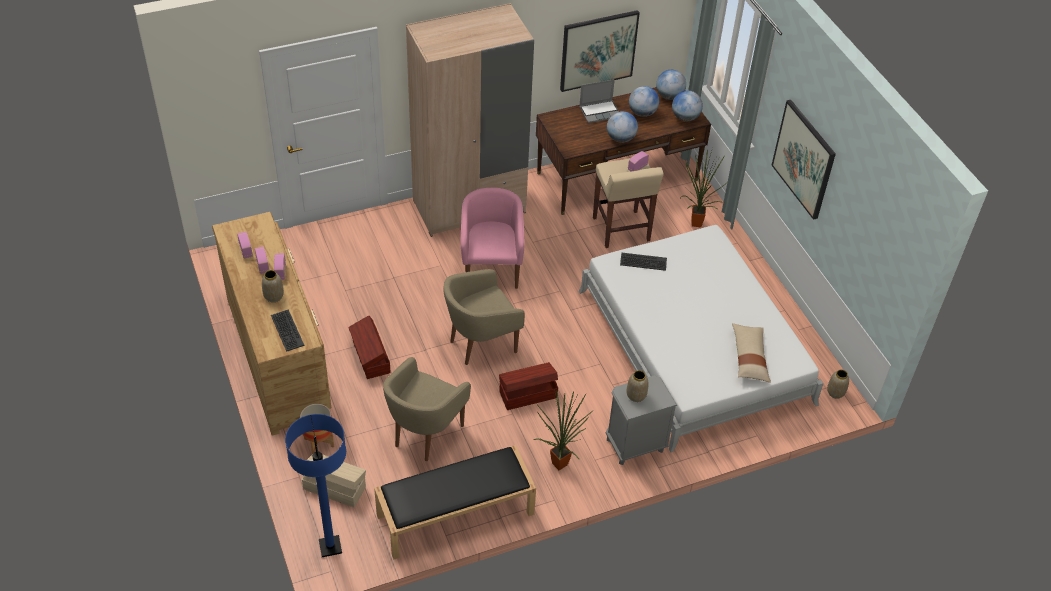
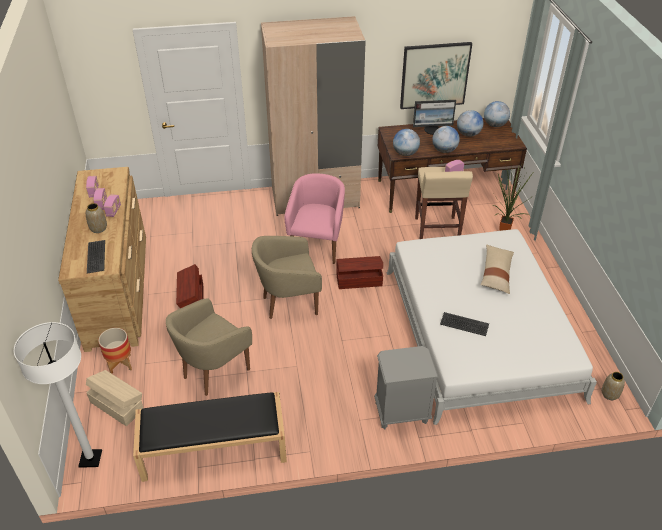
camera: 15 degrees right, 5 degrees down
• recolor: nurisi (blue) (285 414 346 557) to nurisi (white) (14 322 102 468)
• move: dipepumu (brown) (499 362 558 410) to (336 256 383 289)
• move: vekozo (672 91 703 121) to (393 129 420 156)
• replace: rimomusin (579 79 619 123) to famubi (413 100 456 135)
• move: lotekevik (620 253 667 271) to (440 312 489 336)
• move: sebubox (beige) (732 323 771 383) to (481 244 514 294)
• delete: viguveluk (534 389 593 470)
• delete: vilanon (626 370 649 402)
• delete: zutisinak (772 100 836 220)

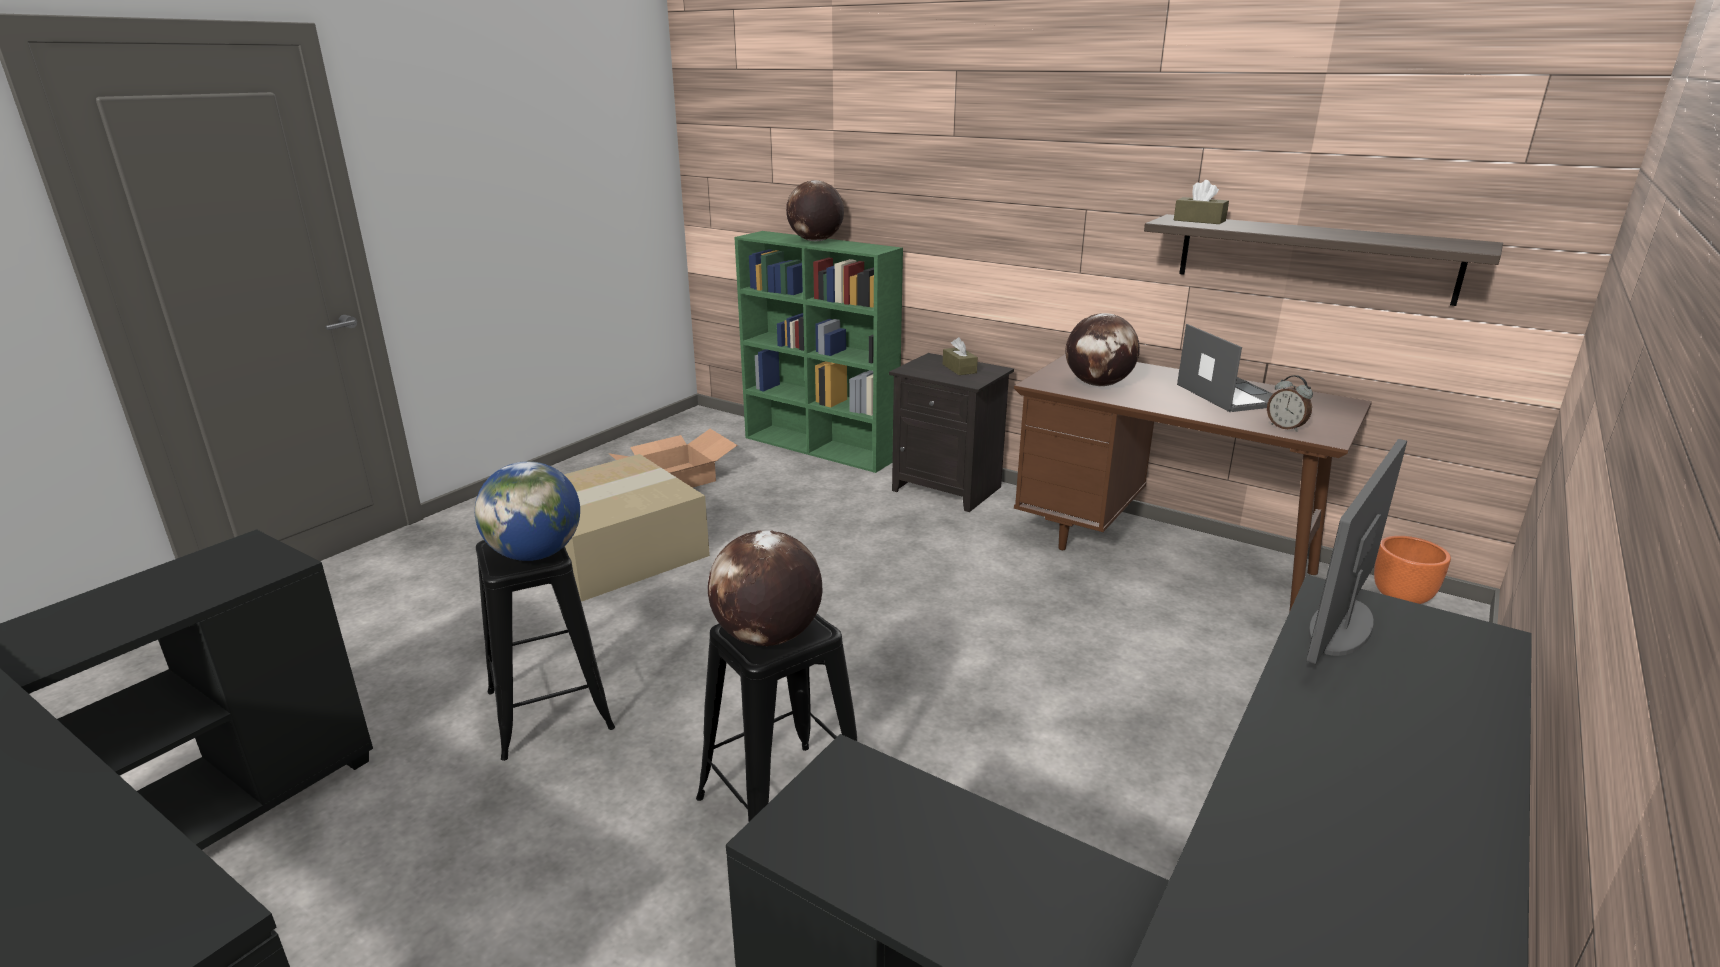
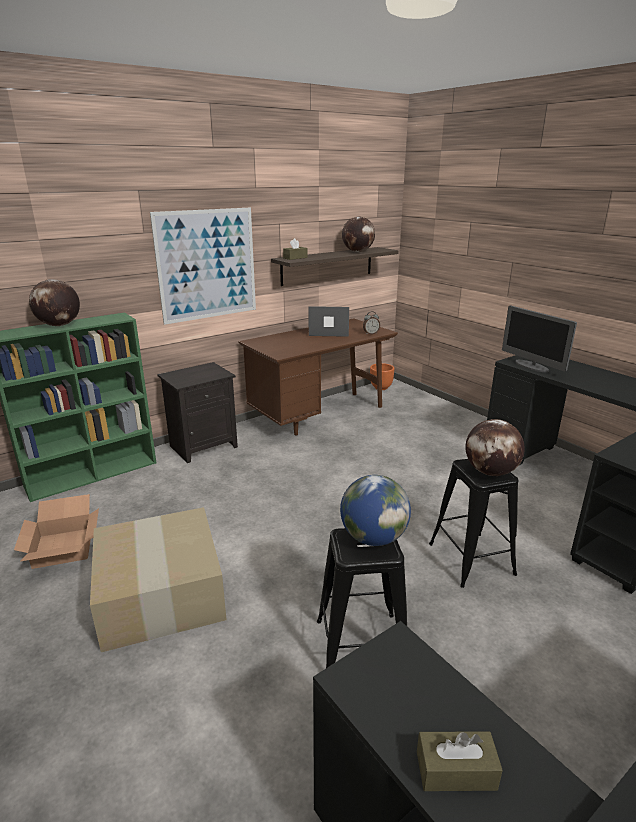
camera: 70 degrees left, 0 degrees up
• insert: zutisinak (150 208 256 325)
• move: vekozo (1065 313 1140 386) to (342 217 375 252)
• move: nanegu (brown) (943 337 978 375) to (417 731 503 791)

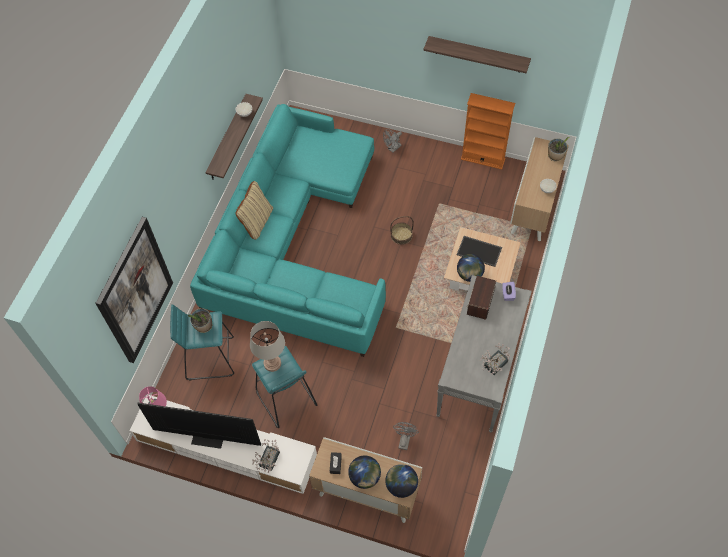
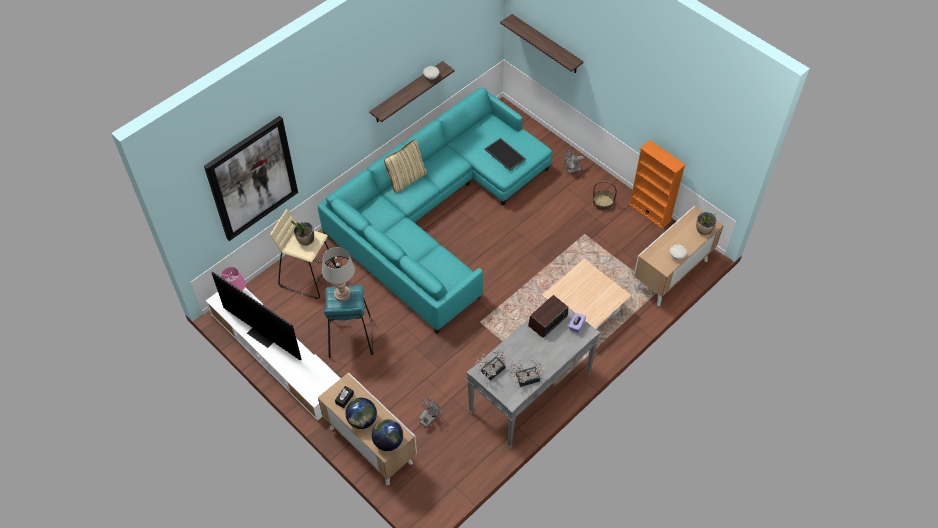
camera: 25 degrees right, 5 degrees down
• recolor: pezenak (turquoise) (170 304 234 381) to pezenak (beige) (270 209 337 299)
• move: viguveluk (252 439 280 473) to (476 349 507 381)
• move: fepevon (457 236 502 267) to (484 138 526 171)
• move: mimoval (424 36 531 73) to (500 14 583 73)
• move: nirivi (390 216 414 245) to (593 181 617 211)
• delete: vekozo (457 254 485 282)

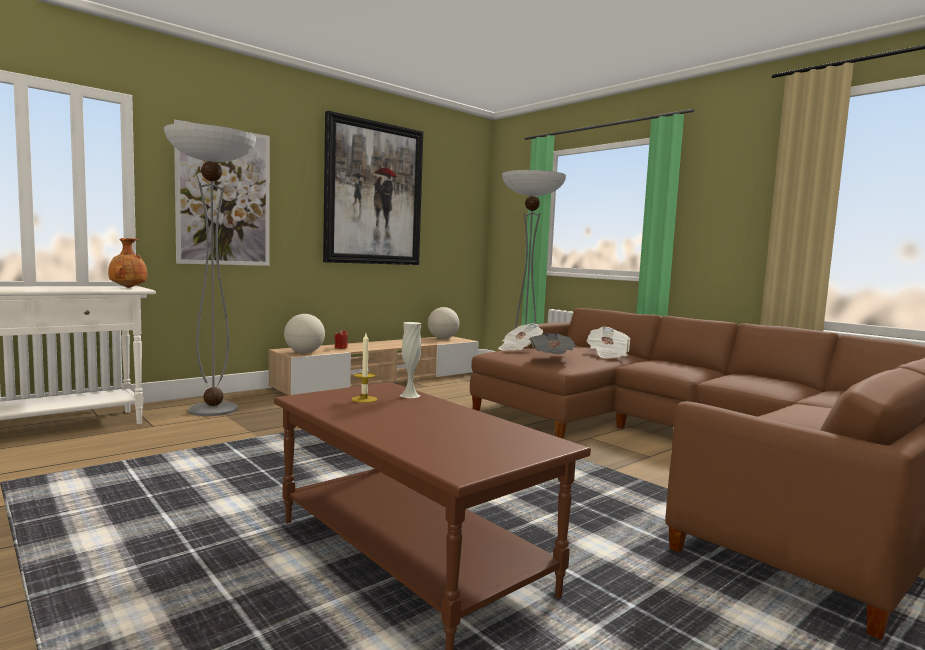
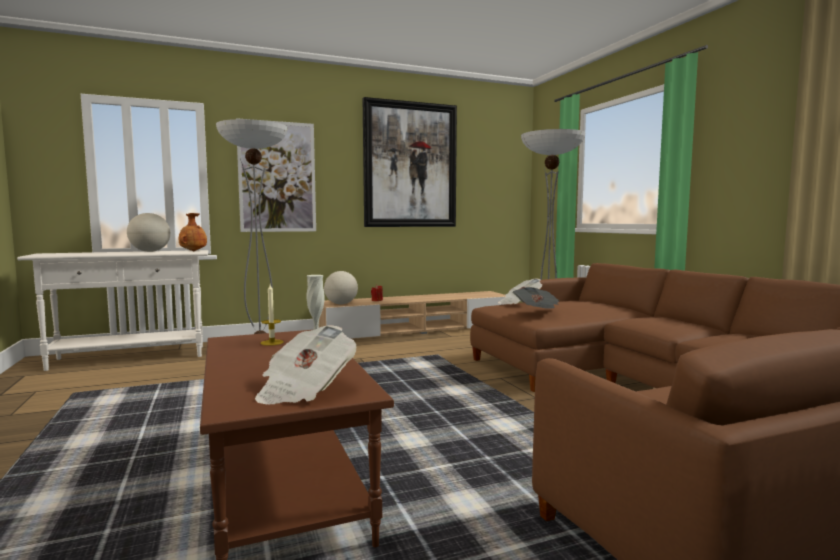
camera: 20 degrees right, 0 degrees up
• move: vekozo (428 307 459 339) to (127 213 171 252)
• move: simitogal (586 327 630 359) to (255 325 356 404)

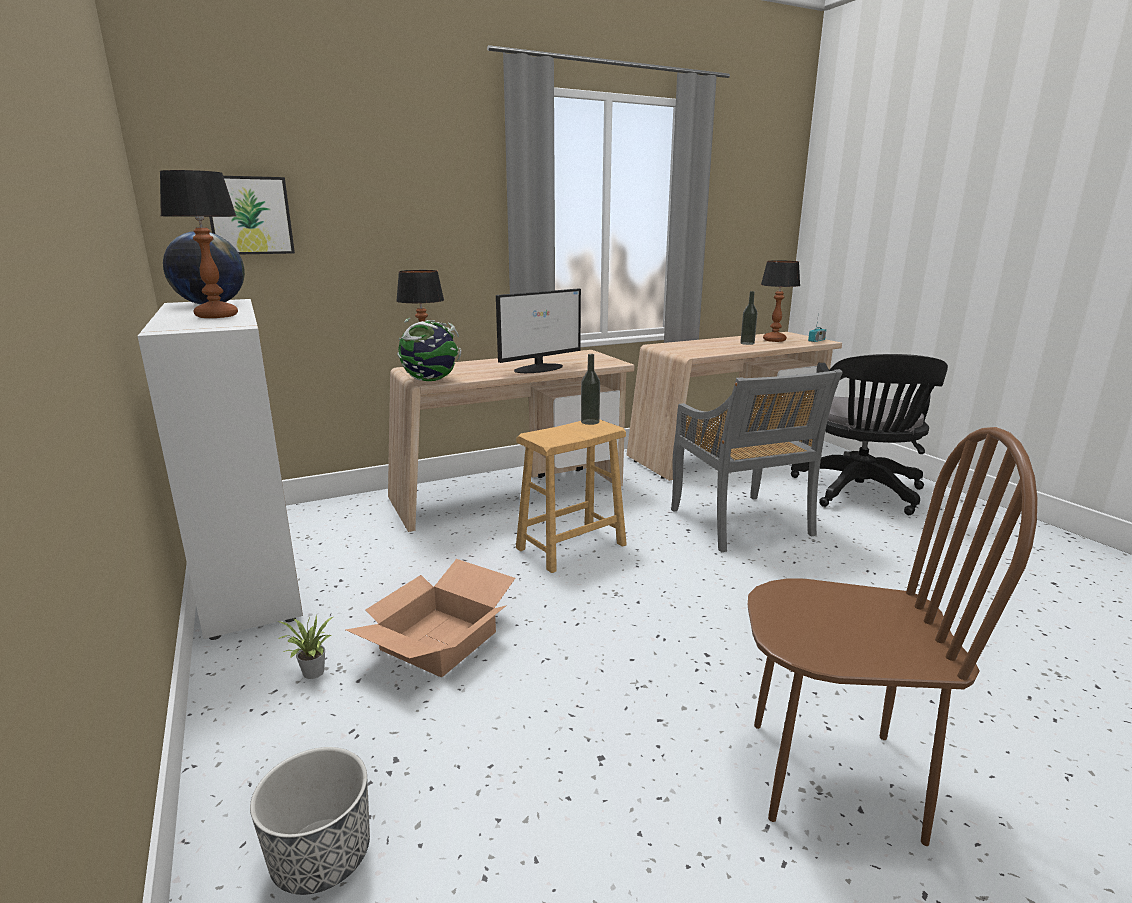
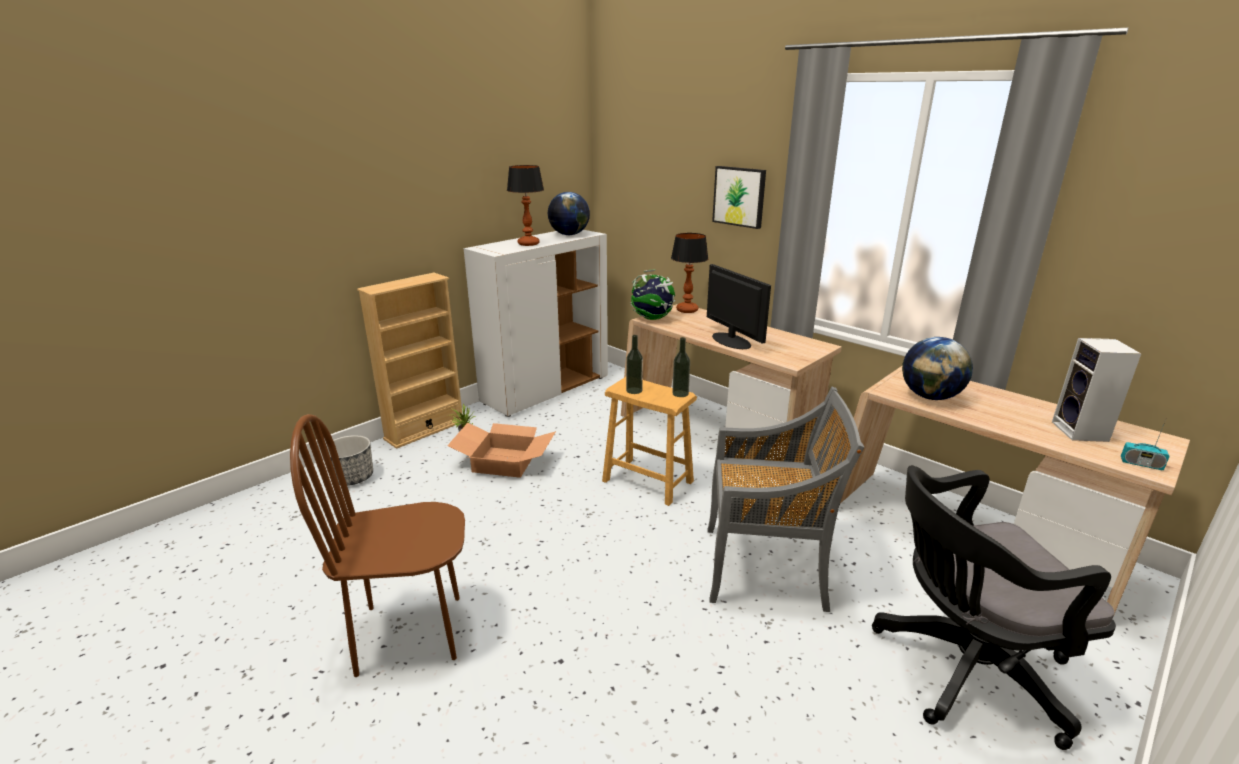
camera: 70 degrees right, 5 degrees up
• rotate: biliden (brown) (748 427 1038 846) = (290 414 465 677) 90 degrees clockwise
• insert: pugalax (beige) (357 273 463 449)
• move: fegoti (740 291 758 345) to (626 335 643 394)
• rotate: famubi (496 289 581 373) = (707 264 771 349) 150 degrees counterclockwise
• rotate: biliden (grey) (671 369 843 552) = (707 386 865 612) 135 degrees counterclockwise
• move: zutisinak (209 176 295 254) to (712 166 766 229)
• insert: vekozo (902 337 973 400)
• replace: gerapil (761 260 800 342) to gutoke (1052 338 1141 442)

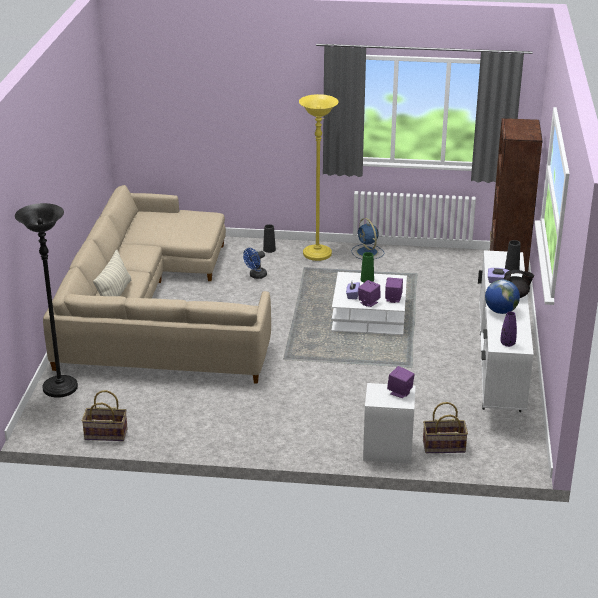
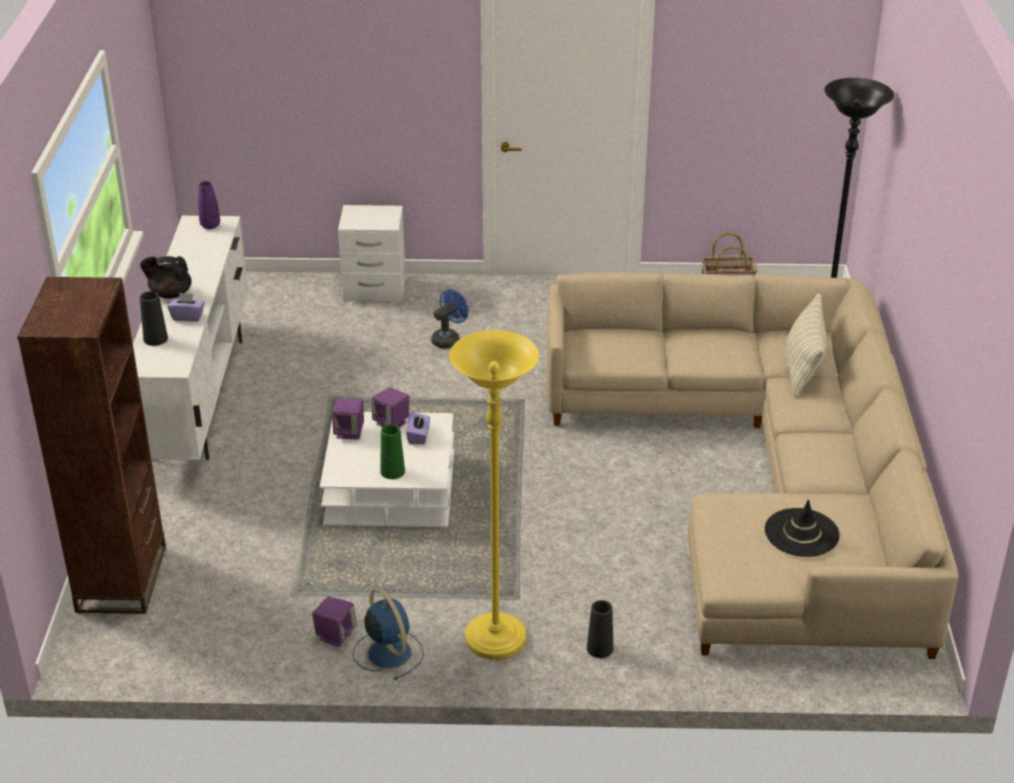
camera: 175 degrees right, 5 degrees up
• move: gutoke (purple) (387 366 415 398) to (312 596 357 647)
• move: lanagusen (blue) (243 248 267 279) to (431 289 469 349)
• insert: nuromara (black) (765 499 840 557)
• delete: nirivi (423 402 468 453)
• delete: vekozo (485 280 520 314)

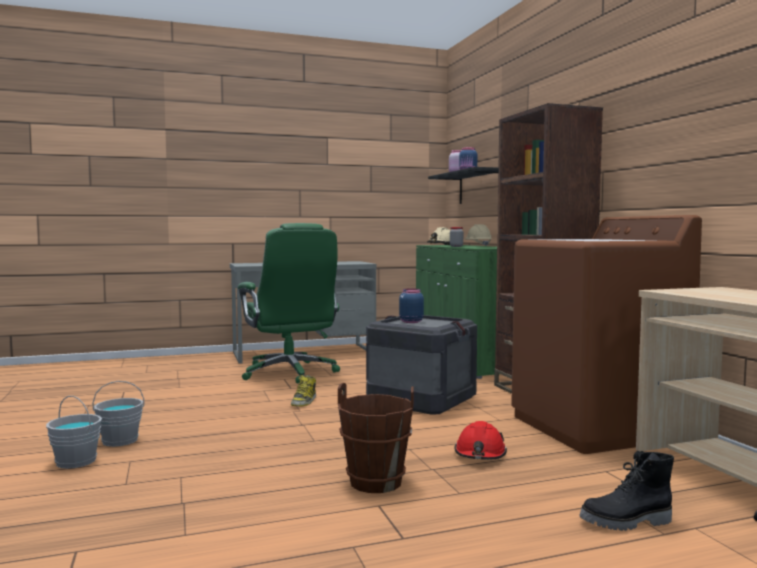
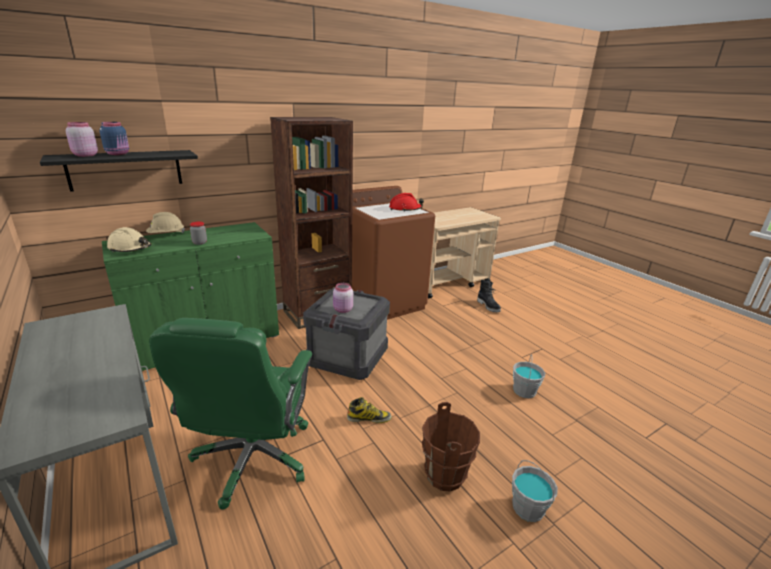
camera: 105 degrees left, 20 degrees up
• rotate: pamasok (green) (238 223 340 383) = (149 318 312 510) 135 degrees clockwise
• recolor: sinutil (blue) (399 288 424 323) to sinutil (pink) (333 283 353 313)
• move: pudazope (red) (454 421 507 460) to (389 193 424 212)
• move: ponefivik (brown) (338 383 414 493) to (422 402 480 492)
• move: ponefivik (grey) (46 396 102 469) to (513 354 545 398)

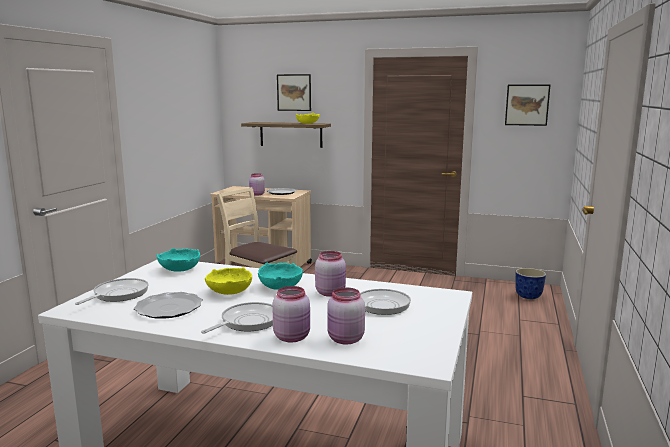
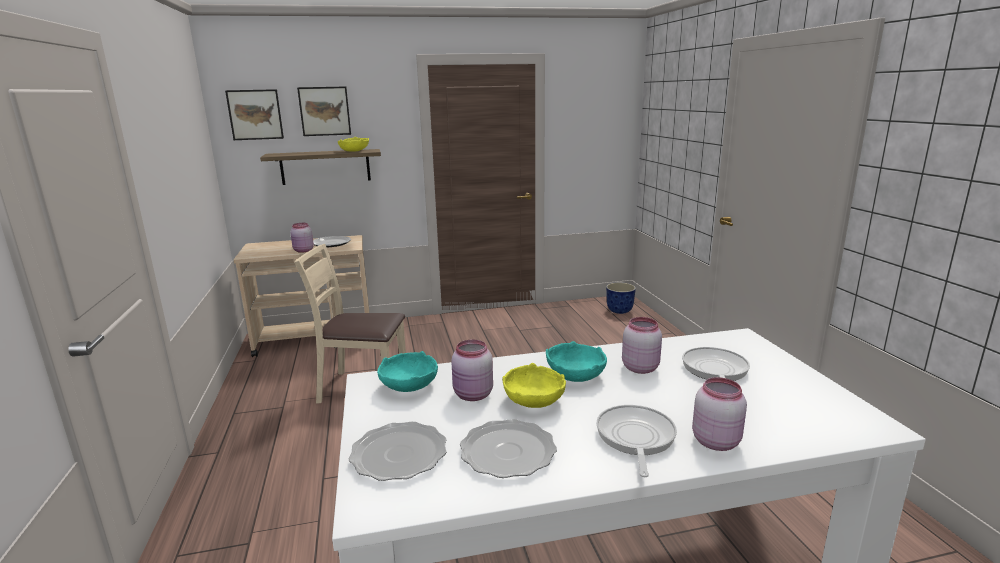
camera: 30 degrees left, 5 degrees up
• move: zutisinak (505 84 551 126) to (225 89 284 140)
• replace: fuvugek (75 278 149 305) to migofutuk (349 422 447 481)
• move: sinutil (pink) (327 287 365 345) to (451 340 493 401)

